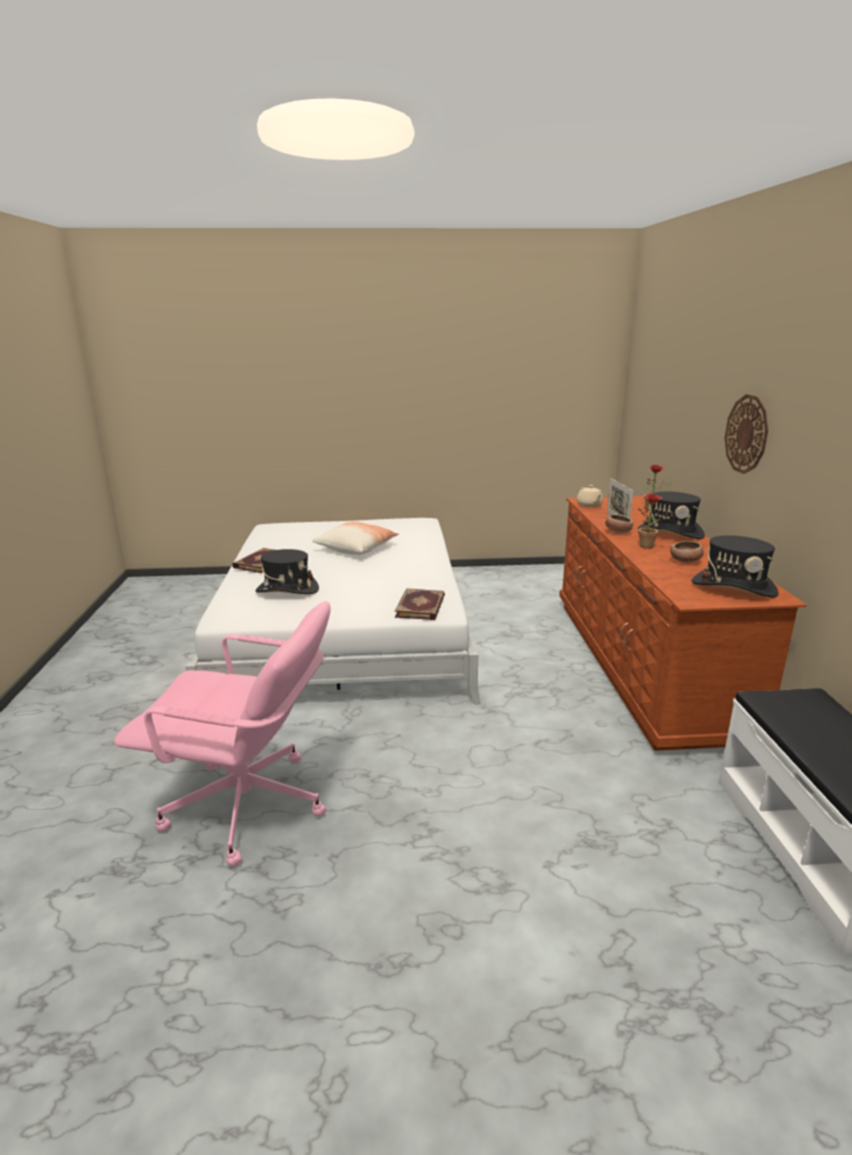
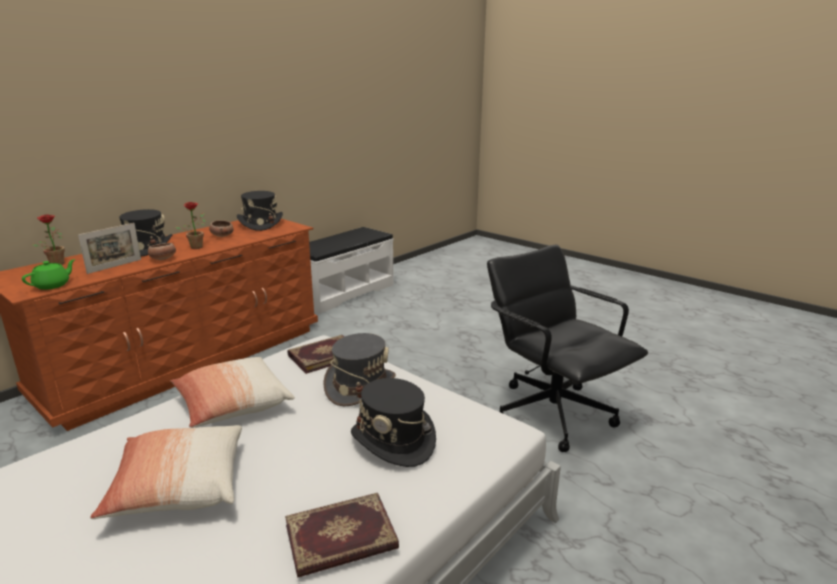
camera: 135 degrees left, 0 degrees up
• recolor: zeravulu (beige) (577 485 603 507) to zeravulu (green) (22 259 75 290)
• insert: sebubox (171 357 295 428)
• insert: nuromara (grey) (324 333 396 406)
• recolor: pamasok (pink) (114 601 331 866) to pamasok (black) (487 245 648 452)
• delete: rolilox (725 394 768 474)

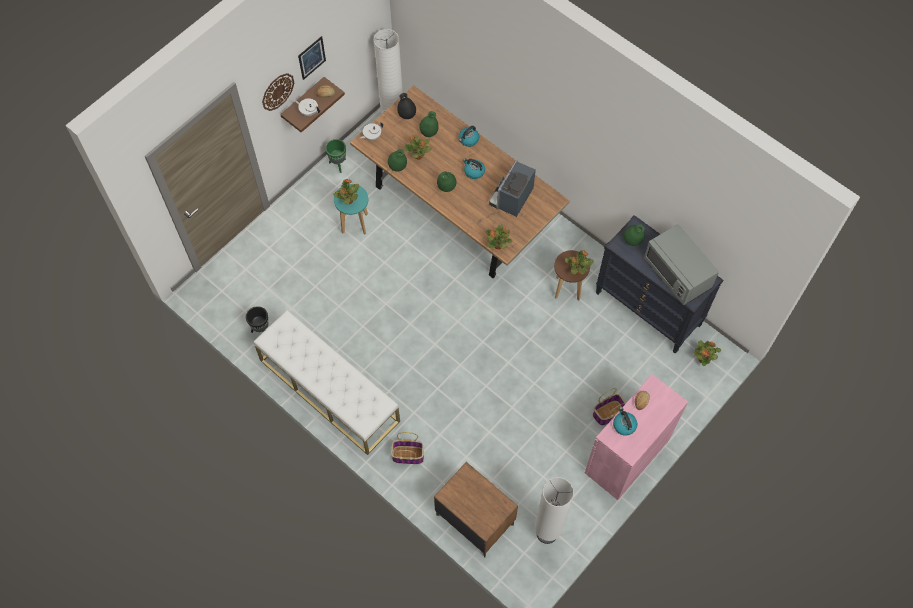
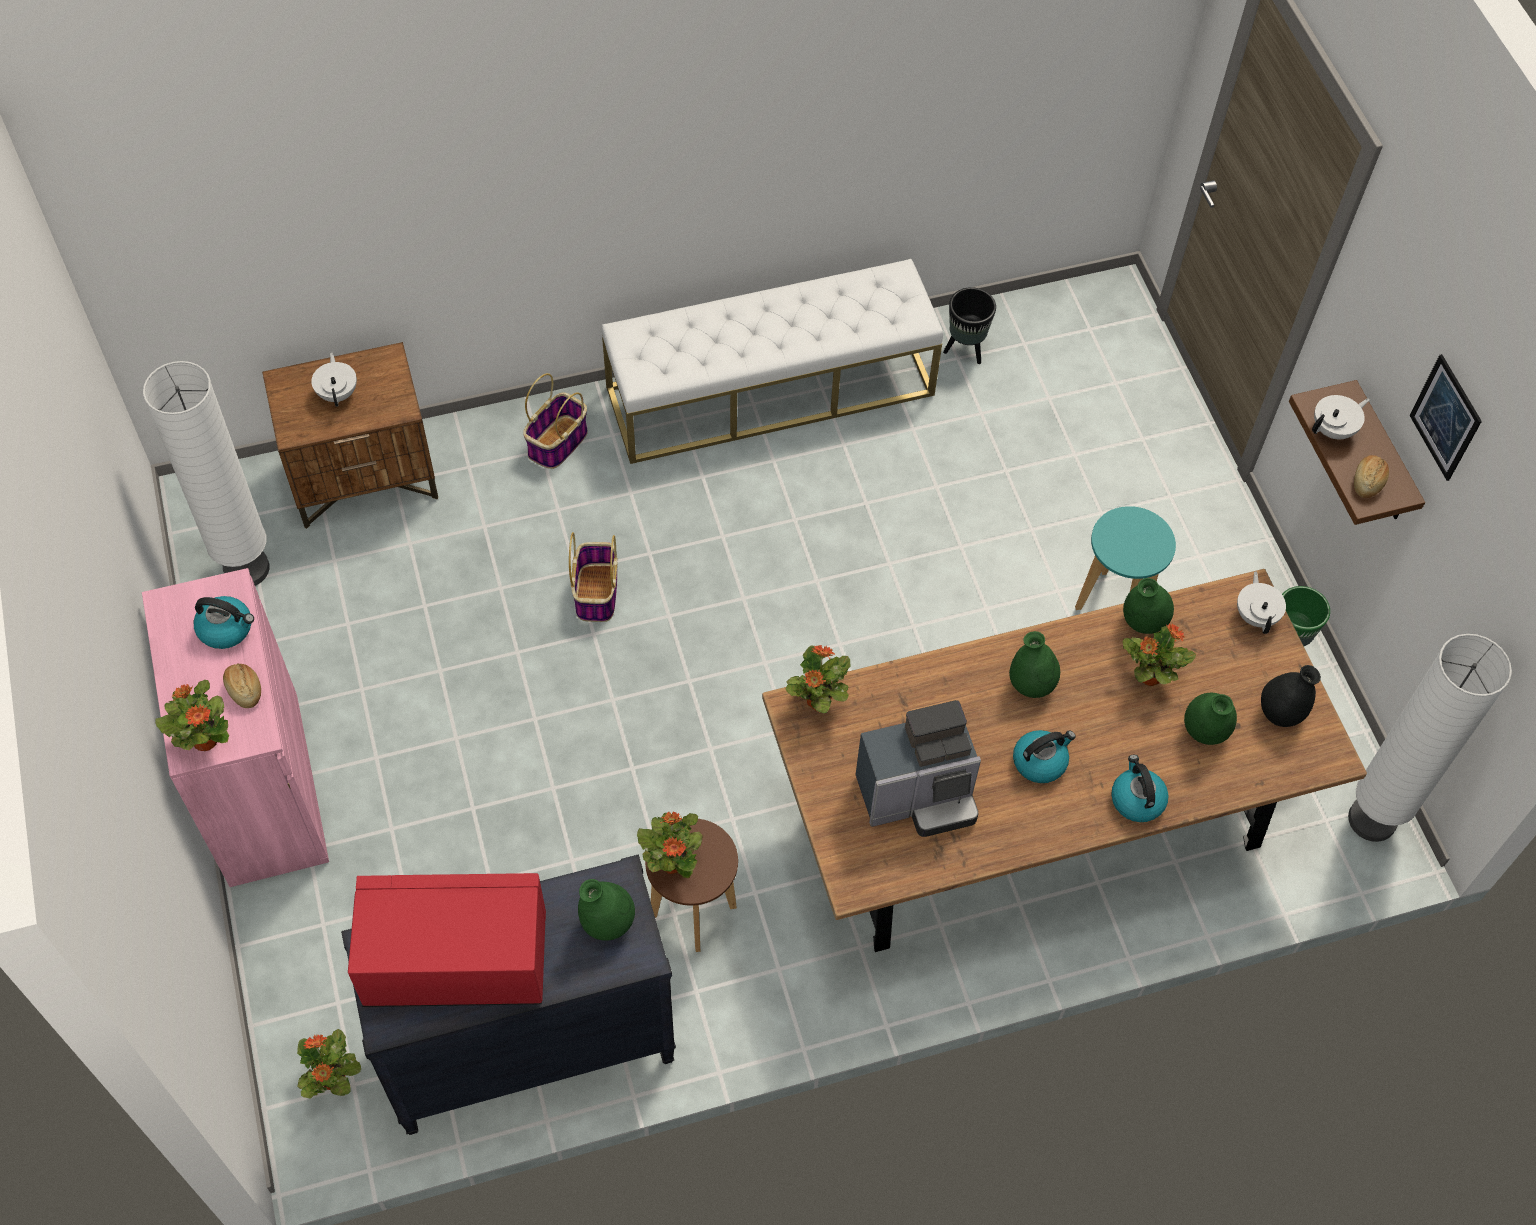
camera: 120 degrees right, 5 degrees down
• move: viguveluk (333 179 359 205) to (155 680 229 751)
• insert: zeravulu (white) (311 352 357 407)
• recolor: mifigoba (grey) (644 224 719 305) to mifigoba (red) (348 873 546 1007)
• move: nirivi (593 388 626 425) to (569 532 618 622)
• rotate: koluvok (489 160 536 217) = (856 700 981 837) 105 degrees clockwise
• delete: rolilox (262 73 294 111)

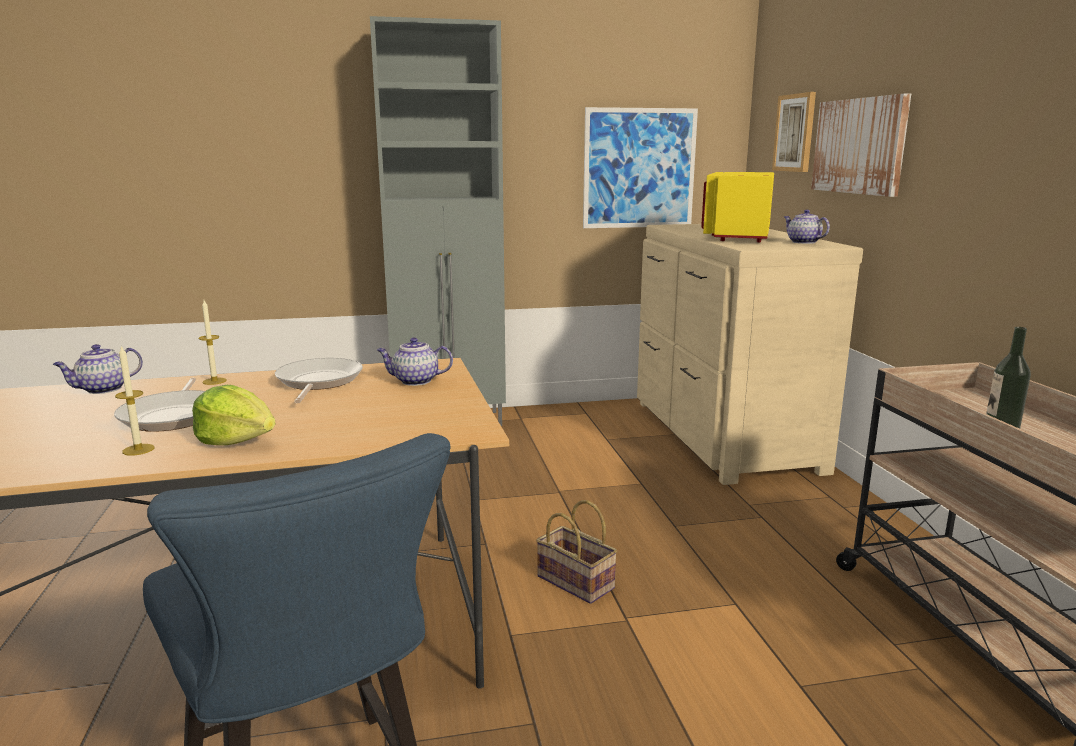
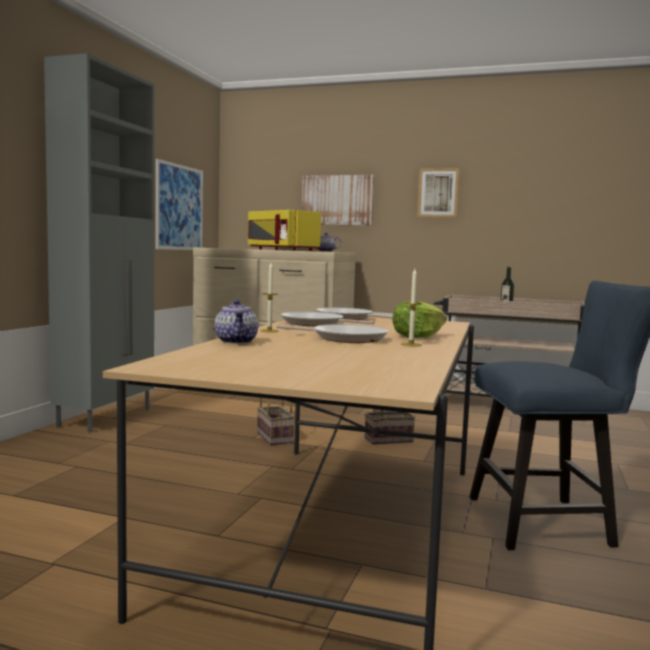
camera: 60 degrees left, 10 degrees down
• insert: nirivi (257 398 295 445)
• replace: zeravulu (377 338 453 386) to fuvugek (316 308 393 320)
• move: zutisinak (772 92 816 172) to (417 168 460 218)

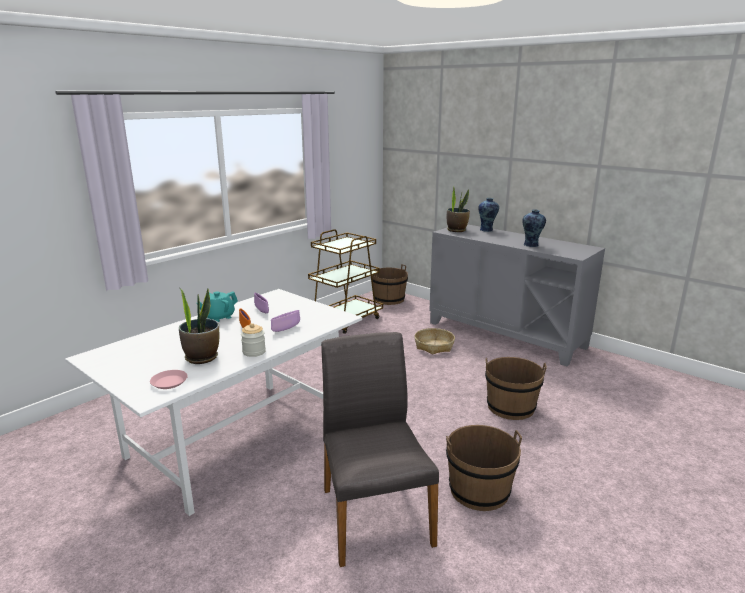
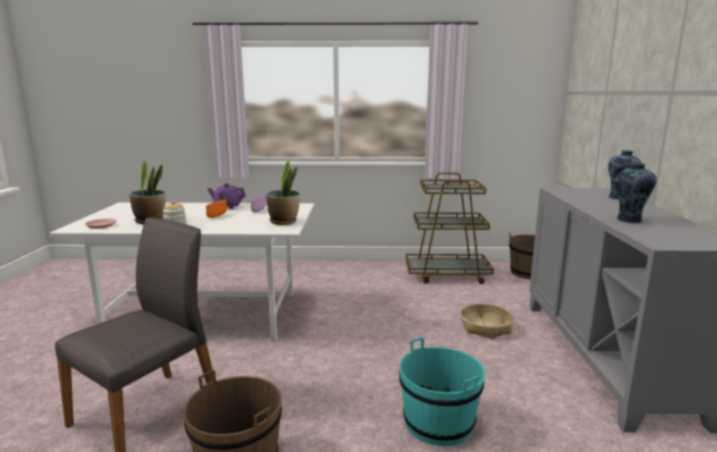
camera: 50 degrees right, 5 degrees down
• recolor: zeravulu (turquoise) (197 291 238 322) to zeravulu (purple) (207 183 246 209)
• move: viguveluk (447 186 470 232) to (266 159 300 225)
• recolor: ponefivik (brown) (485 357 547 420) to ponefivik (turquoise) (399 337 485 446)
• delete: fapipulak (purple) (271 310 300 332)

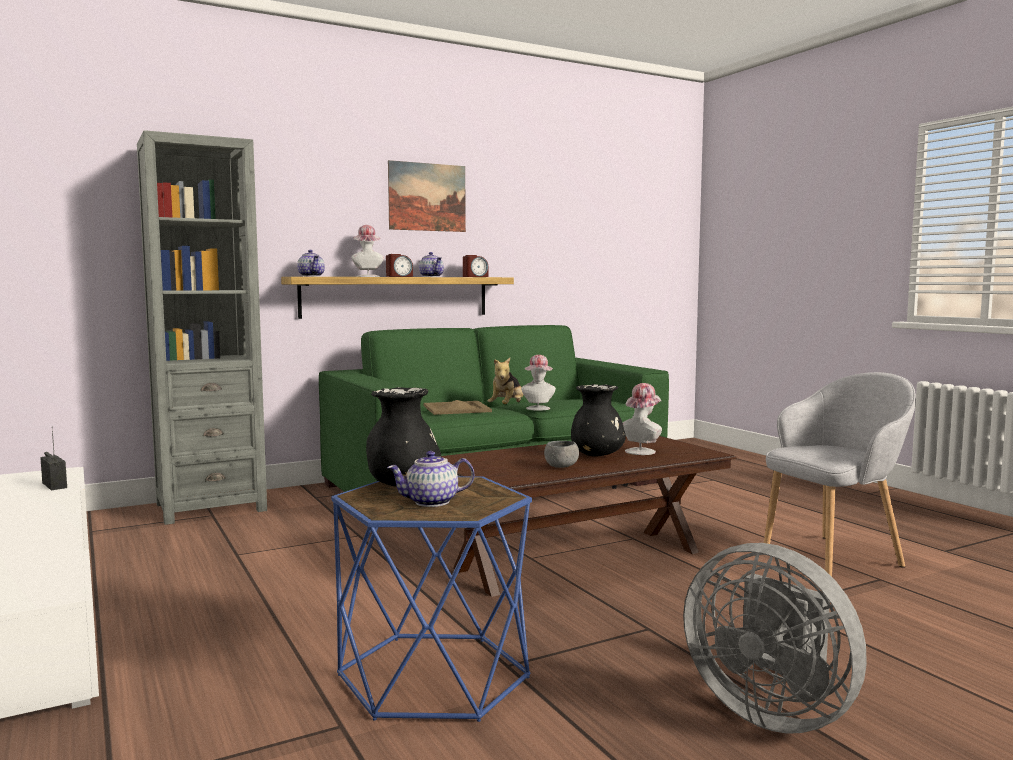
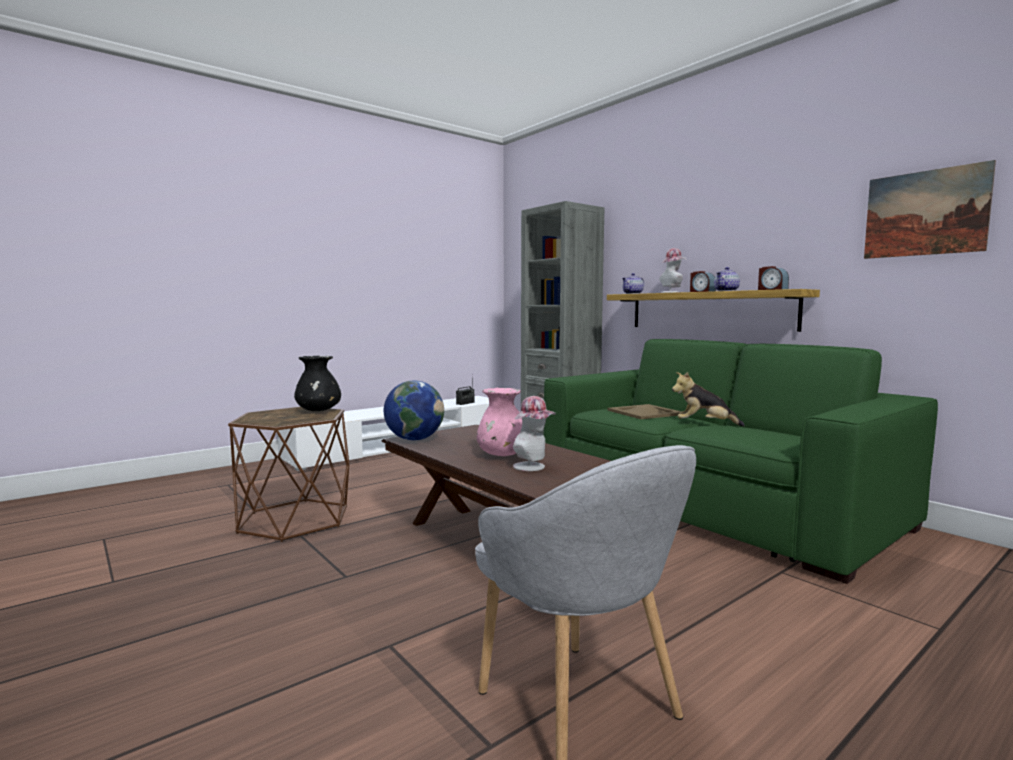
camera: 80 degrees right, 0 degrees up
• recolor: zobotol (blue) (331 476 532 722) to zobotol (brown) (228 407 349 542)
• insert: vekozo (384 381 444 440)
• recolor: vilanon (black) (571 384 626 457) to vilanon (pink) (477 388 522 456)
• move: zutisinak (388 160 466 232) to (864 160 996 259)
• delete: zeravulu (387 451 474 507)
• delete: nuromara (521 355 556 411)
• delete: fapipulak (grey) (544 441 579 468)
• delete: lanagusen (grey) (683 543 867 734)

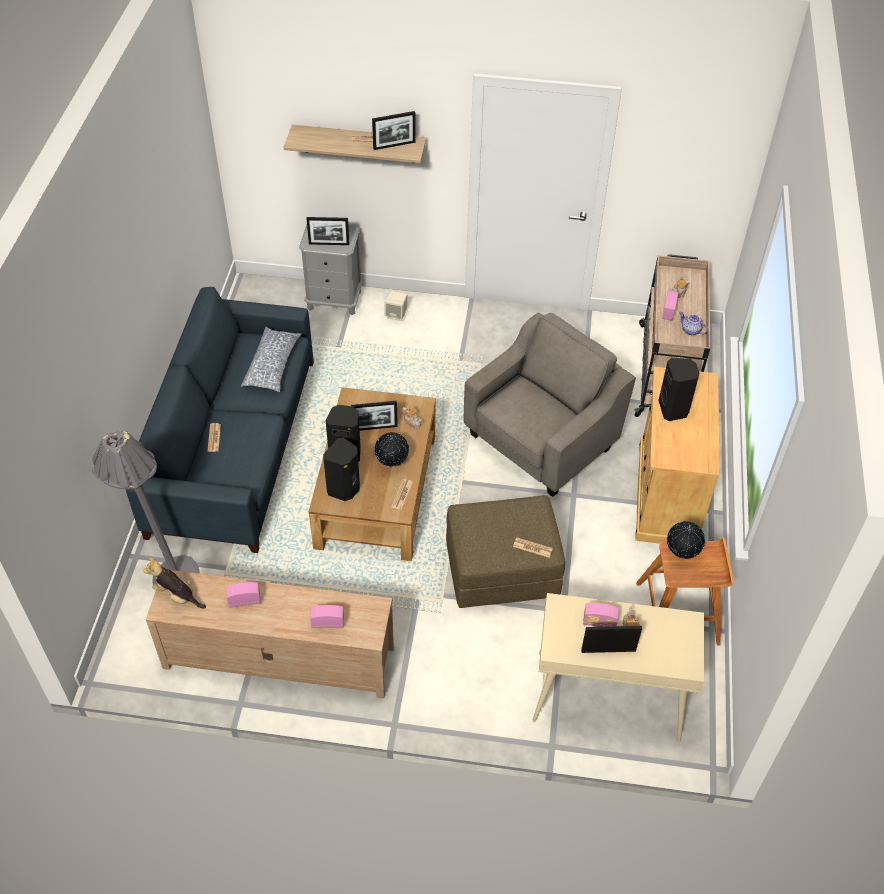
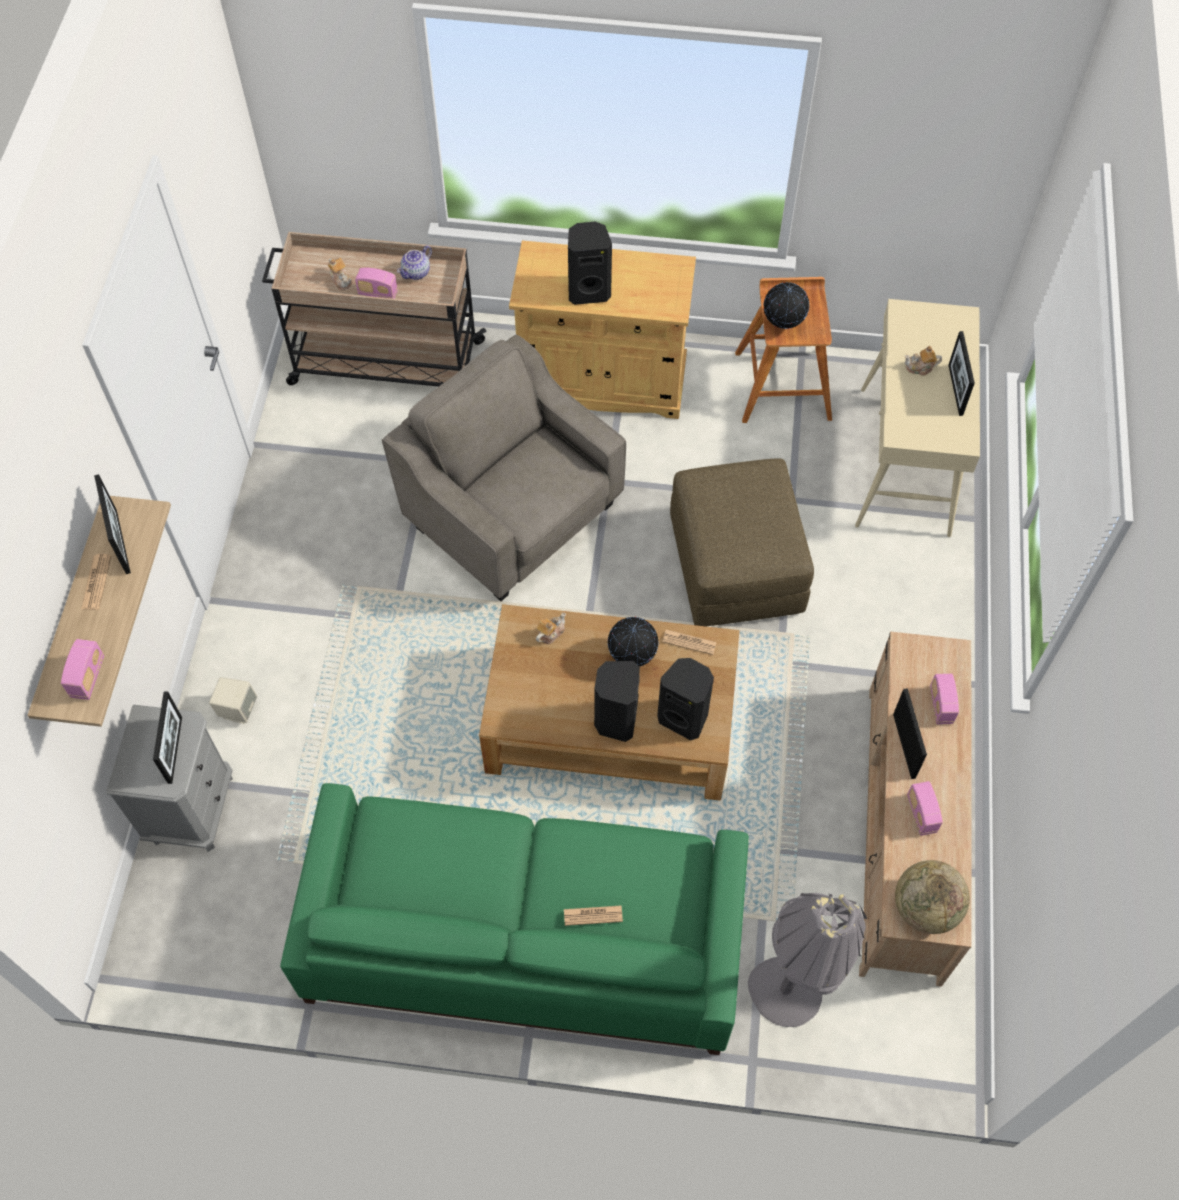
camera: 90 degrees left, 10 degrees up
• move: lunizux (583 603 619 627) to (61 639 104 700)
• recolor: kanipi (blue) (126 287 314 553) to kanipi (green) (280 783 749 1055)
• move: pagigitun (351 401 398 431) to (893 688 927 779)
• replace: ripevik (143 557 206 609) to vekozo (895 860 970 934)
• delete: sebubox (241 327 302 392)
• delete: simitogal (513 537 553 558)

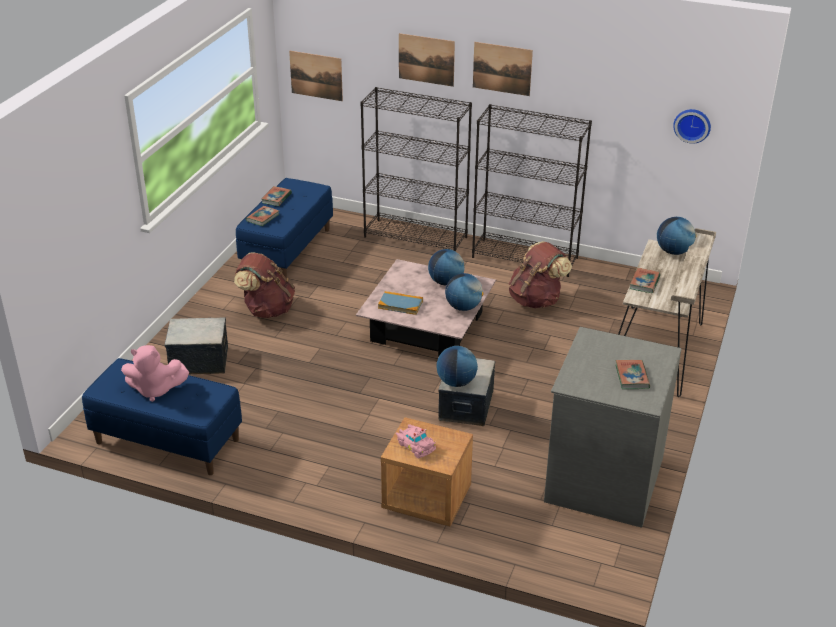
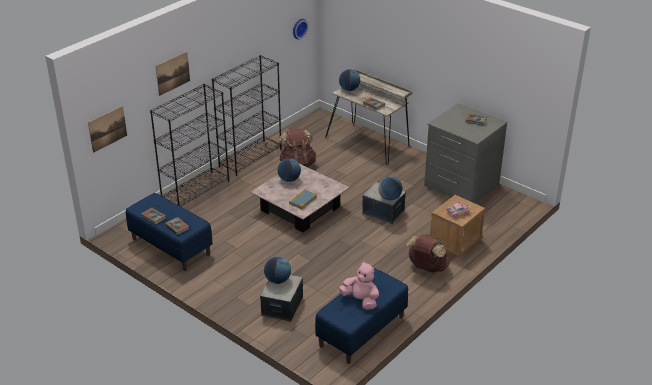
camera: 70 degrees left, 0 degrees up
• move: vekozo (445 273 484 311) to (264 257 291 284)
• rotate: ripevik (pink) (121 345 189 402) = (339 261 379 310) 75 degrees counterclockwise
• move: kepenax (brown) (234 253 295 318) to (406 234 450 273)
• delete: zutisinak (473 42 533 96)

